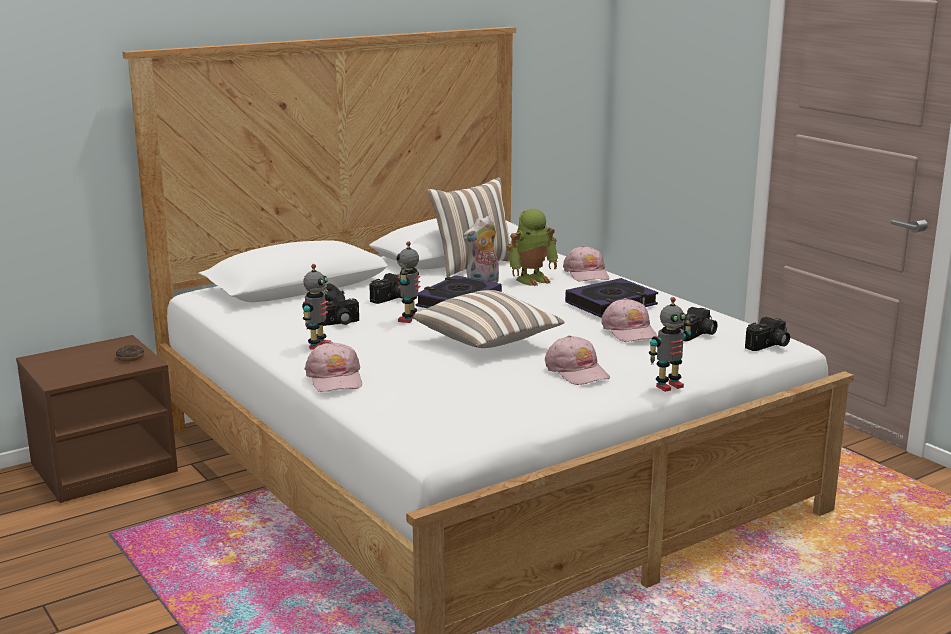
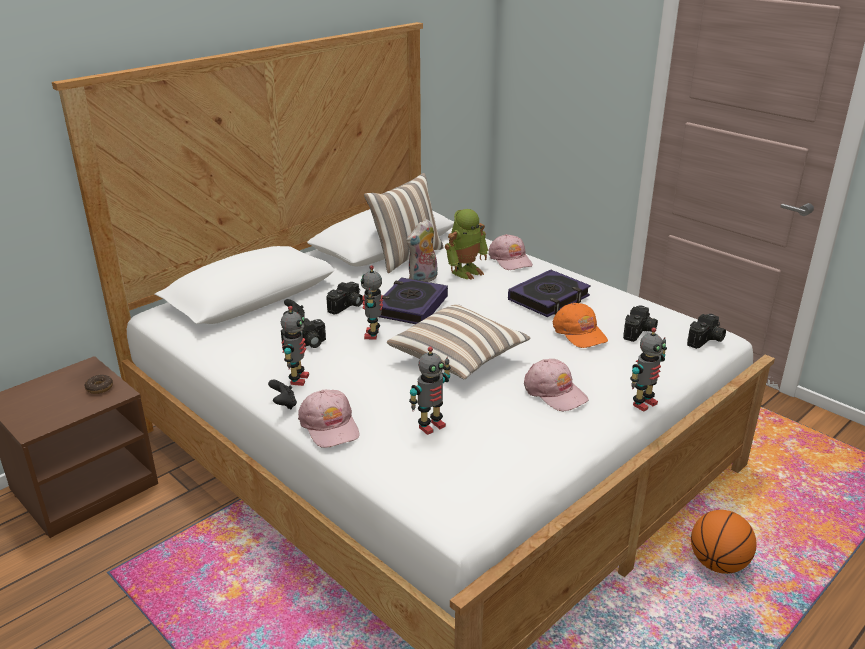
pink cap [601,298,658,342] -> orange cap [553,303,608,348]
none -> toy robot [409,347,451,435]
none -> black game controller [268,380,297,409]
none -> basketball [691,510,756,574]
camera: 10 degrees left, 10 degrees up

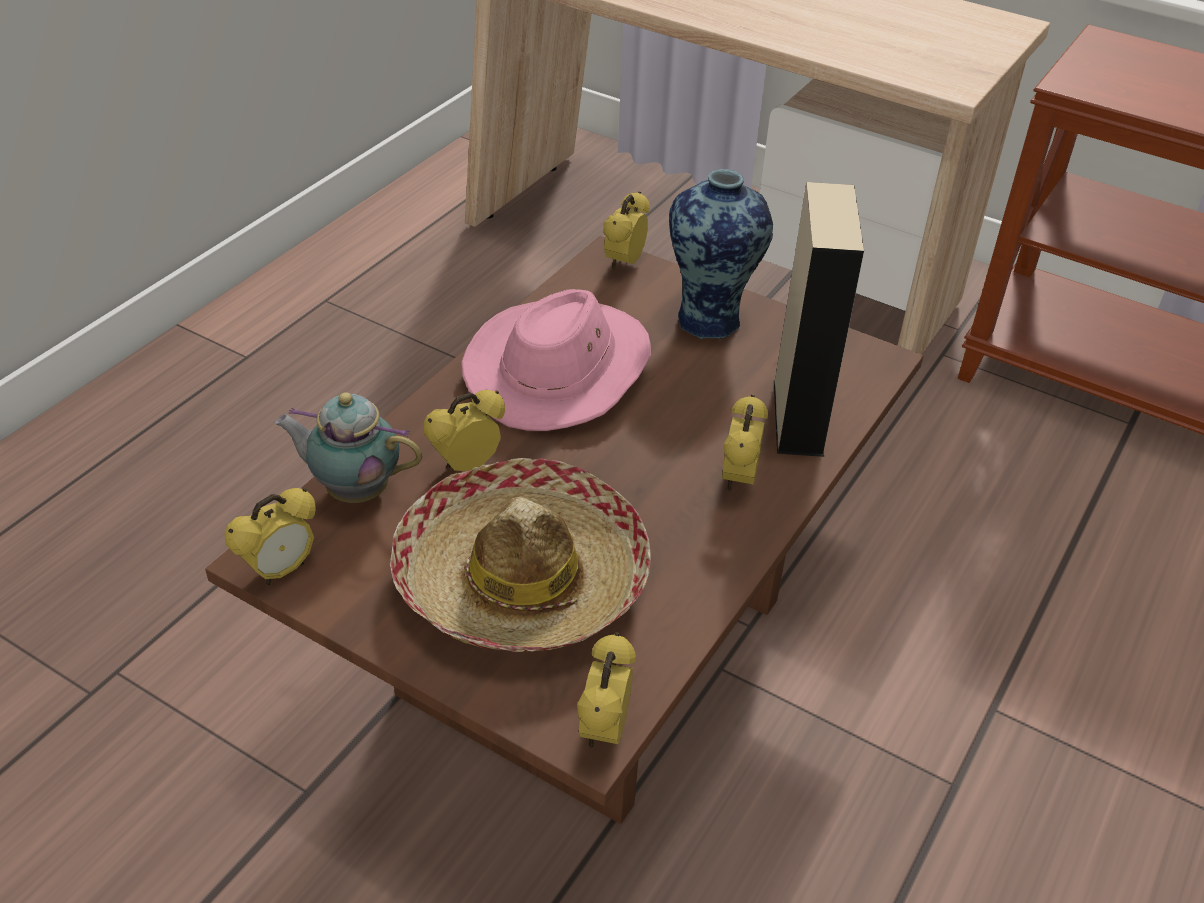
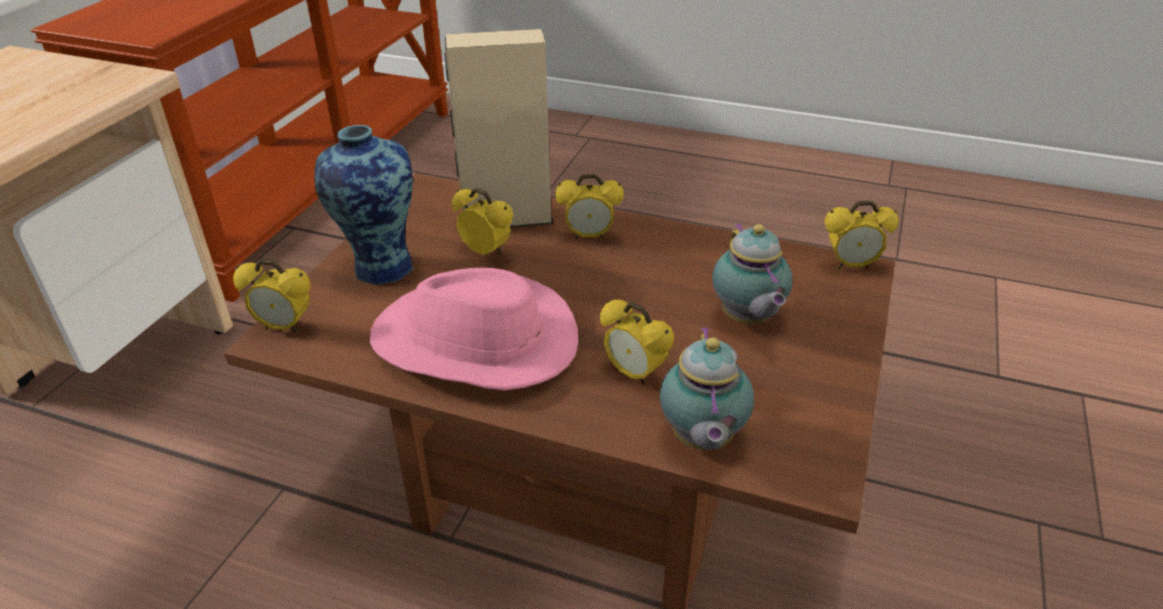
hat [390,458,651,652] -> teapot [712,223,793,324]
alarm clock [224,488,316,586] -> alarm clock [452,187,513,255], moved
camera: 100 degrees left, 5 degrees down

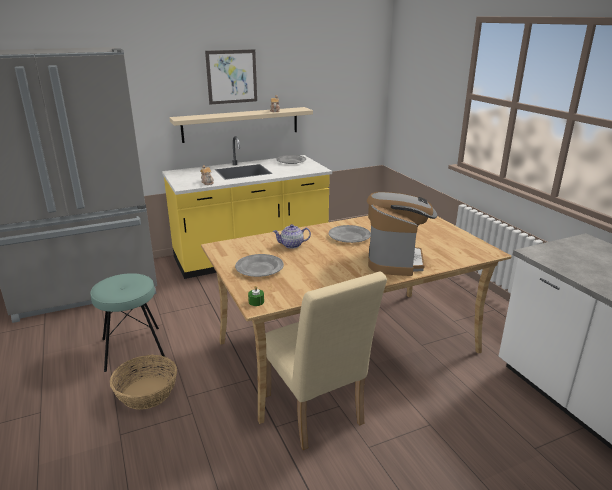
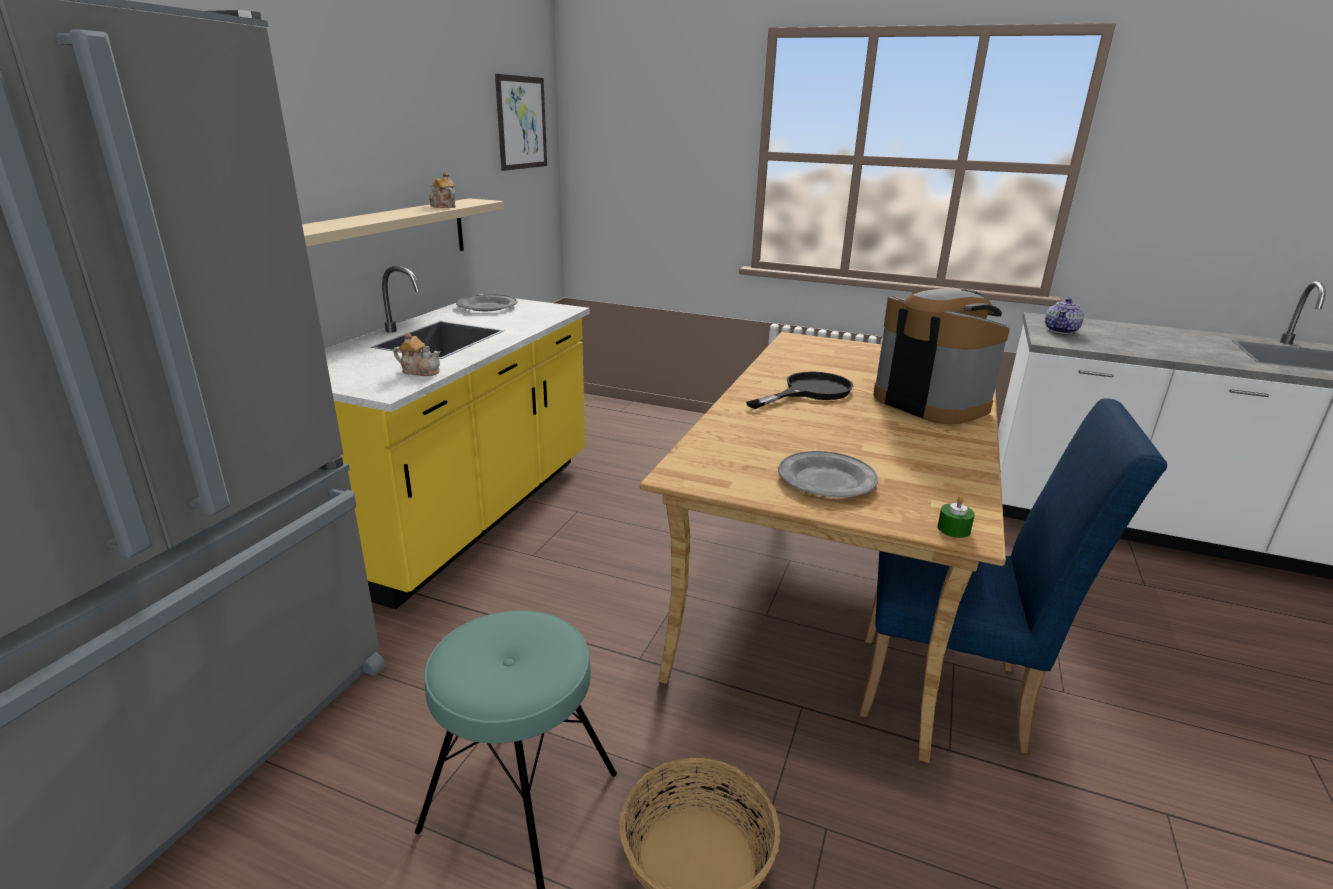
picture [205,49,257,105] -> picture [495,74,547,171], moved
teapot [273,224,311,249] -> teapot [1045,298,1084,334], moved
grey plate [329,225,371,243] -> black frying pan [746,371,853,409]
beige chair [265,272,387,450] -> blue chair [860,398,1167,754]
camera: 45 degrees left, 0 degrees up

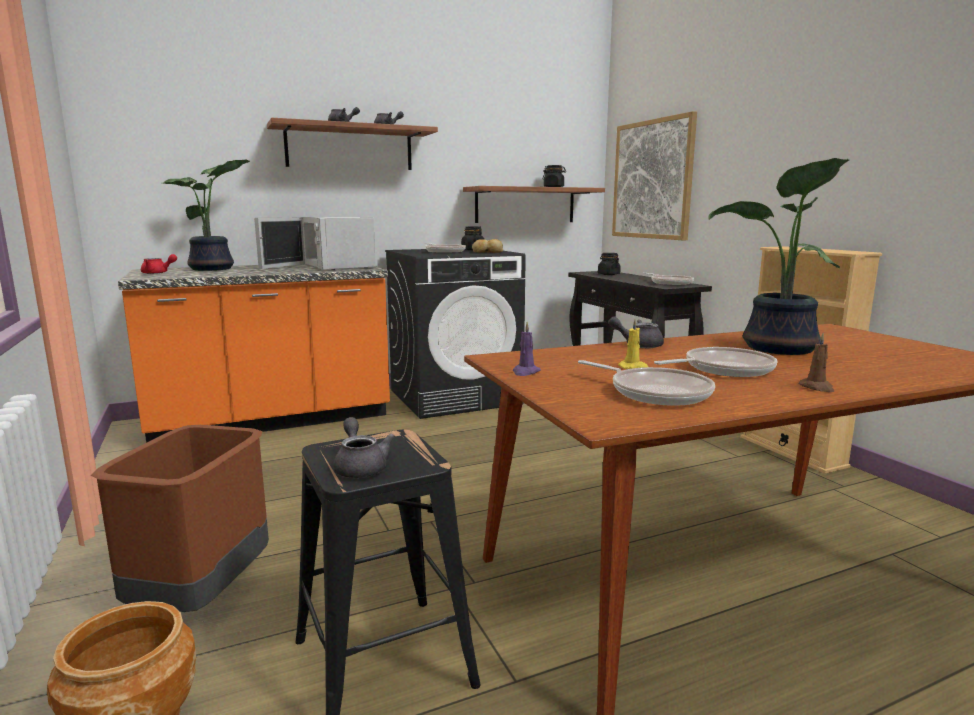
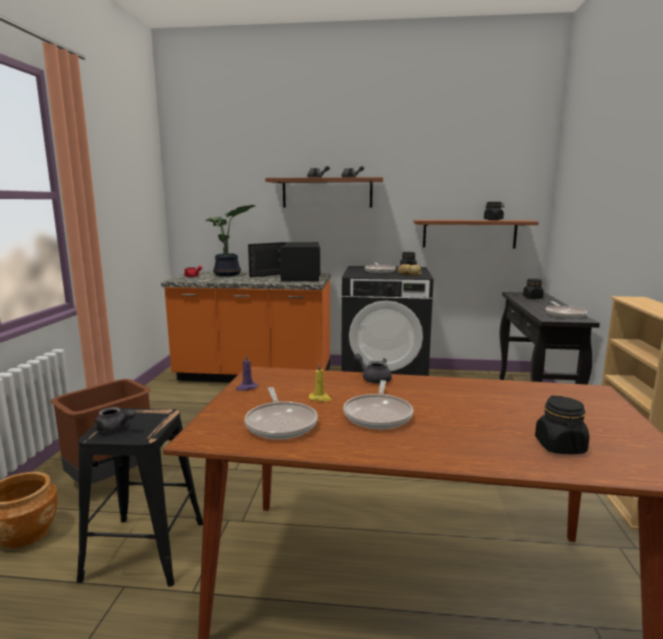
picture [612,111,697,240] -> none
potted plant [709,158,849,355] -> none
white microwave [254,217,376,270] -> black microwave [248,242,320,282]
brown candle [798,333,834,392] -> none
frying pan [654,347,778,377] -> frying pan [343,380,413,429], 90 degrees clockwise
grey teapot [334,417,395,478] -> grey teapot [94,407,135,433], 105 degrees clockwise
none -> black jar [535,396,589,454]
camera: 30 degrees right, 0 degrees up

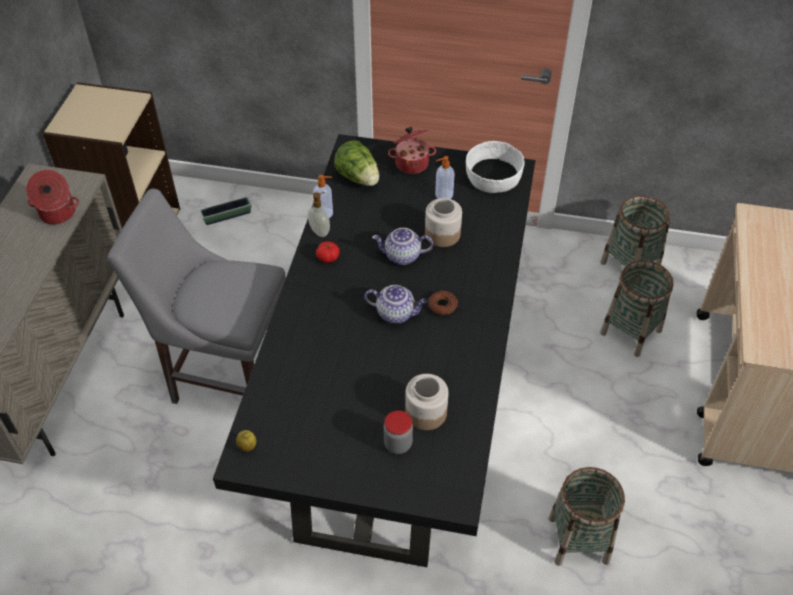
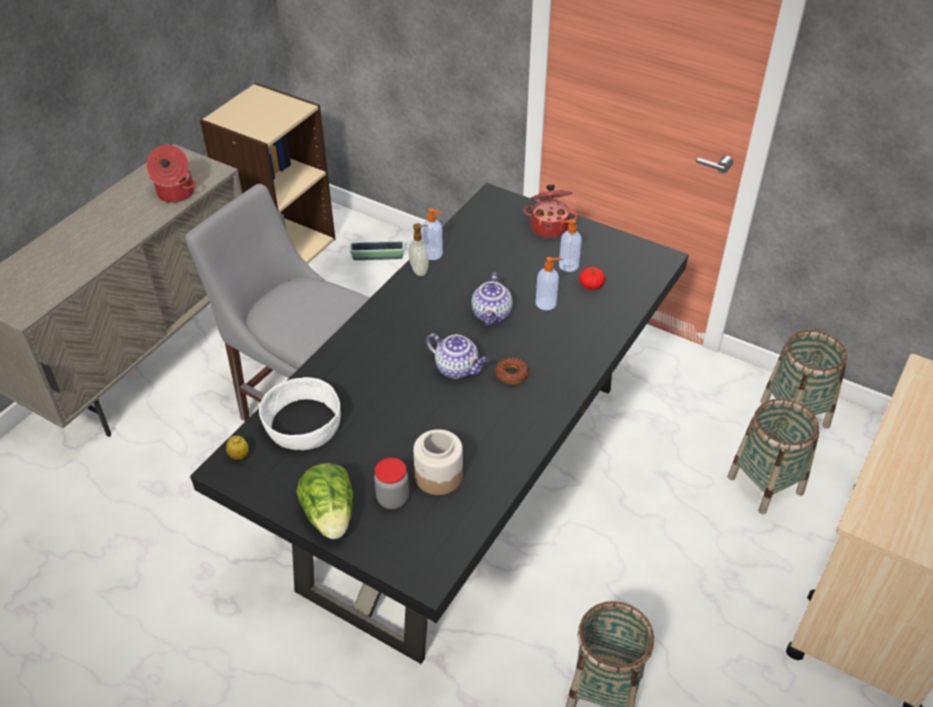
lettuce [334,140,379,186] -> lettuce [296,463,353,539], moved
white bowl [466,141,524,193] -> white bowl [259,377,341,450], moved
jar [425,198,462,247] -> soap dispenser [536,257,562,310]
teapot [372,228,433,265] -> teapot [472,272,513,325], 105 degrees counterclockwise
tomato [316,241,340,263] -> tomato [579,267,605,290], moved
camera: 20 degrees right, 5 degrees down

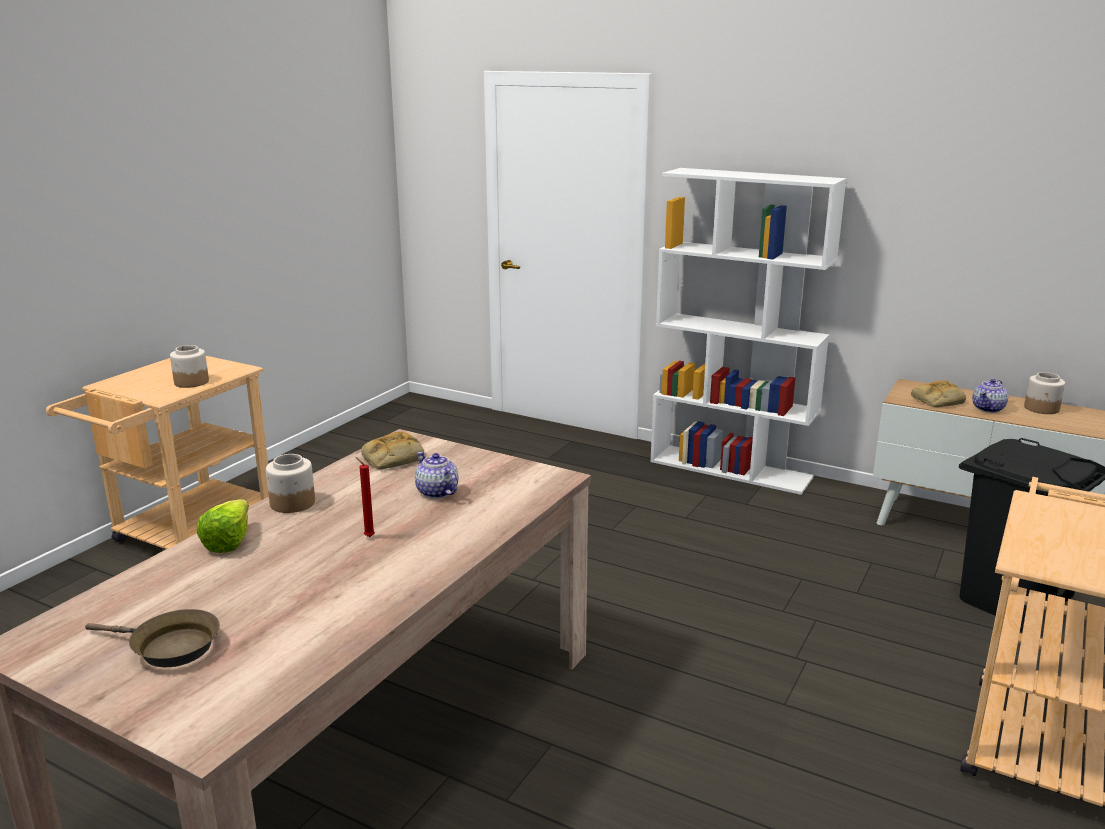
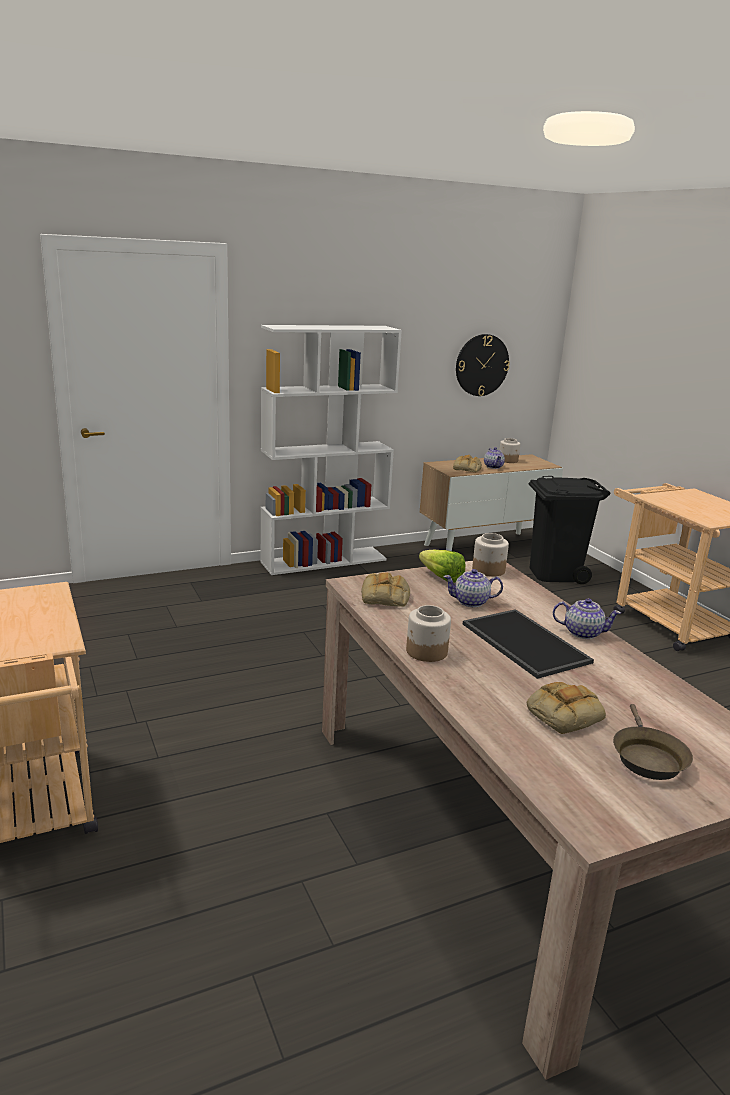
jar [170,345,209,388] -> jar [472,533,509,577], moved
red candle [355,457,375,537] -> tray [463,609,594,679]
lettuce [197,499,249,553] -> lettuce [419,550,466,583], moved
brown frying pan [85,609,220,667] -> brown frying pan [613,704,693,780], 135 degrees clockwise
none -> wall clock [456,334,510,396]
none -> teapot [553,598,621,639]
none -> bread [527,682,606,734]
camera: 55 degrees left, 0 degrees up

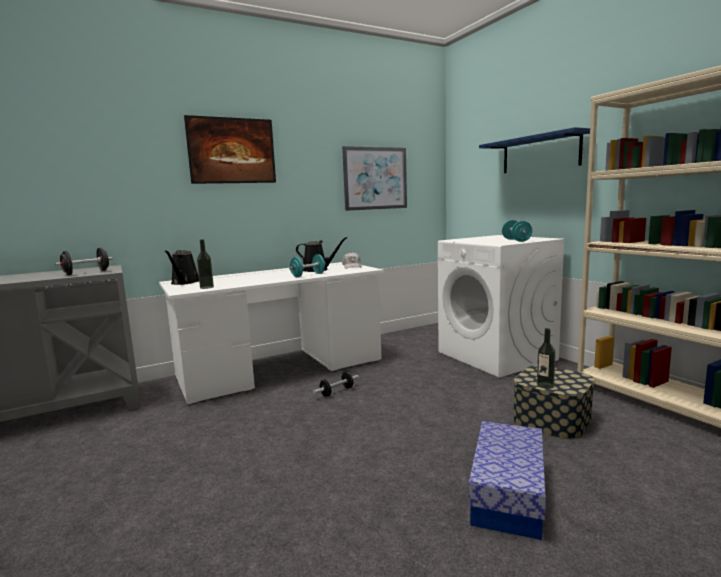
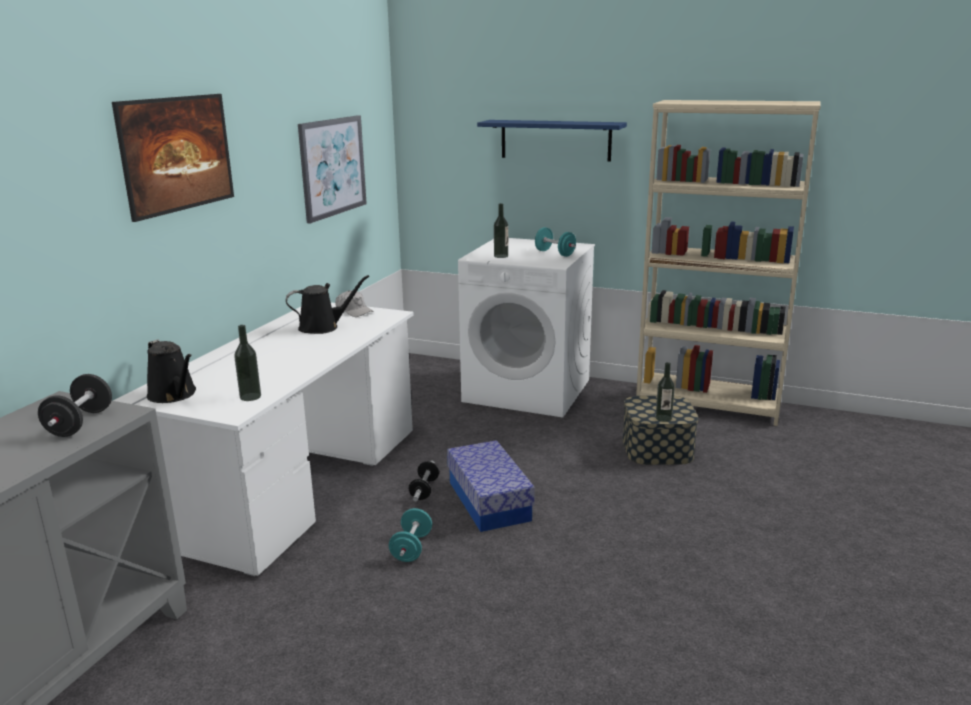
turquoise dumbbell [289,254,326,277] -> turquoise dumbbell [389,508,432,562], moved
storage box [468,421,546,540] -> storage box [447,440,535,532], moved
none -> bottle [494,203,508,258]
camera: 40 degrees left, 10 degrees up

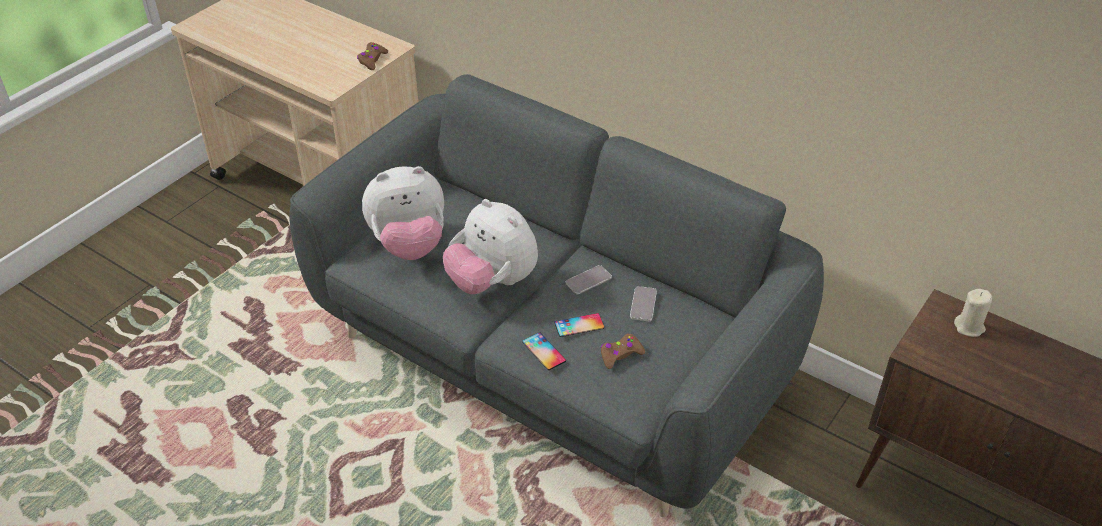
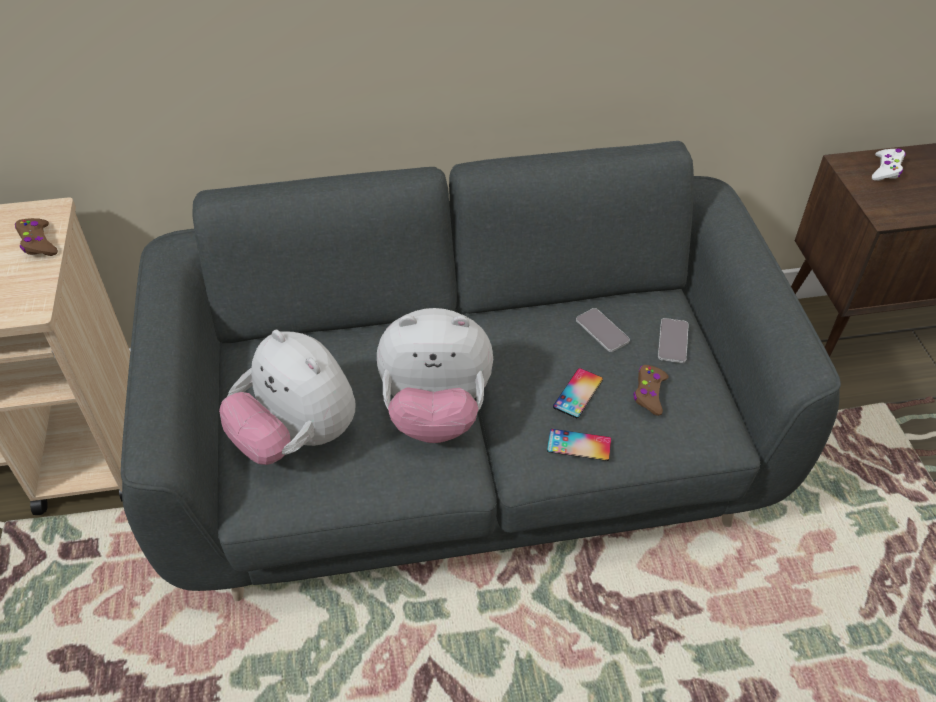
plush toy [362,166,444,260] -> plush toy [219,330,355,465], 105 degrees clockwise
phone [566,265,612,294] -> phone [658,318,689,363], moved
beige candle [954,289,992,337] -> white game controller [872,149,906,181]
camera: 45 degrees left, 5 degrees up

